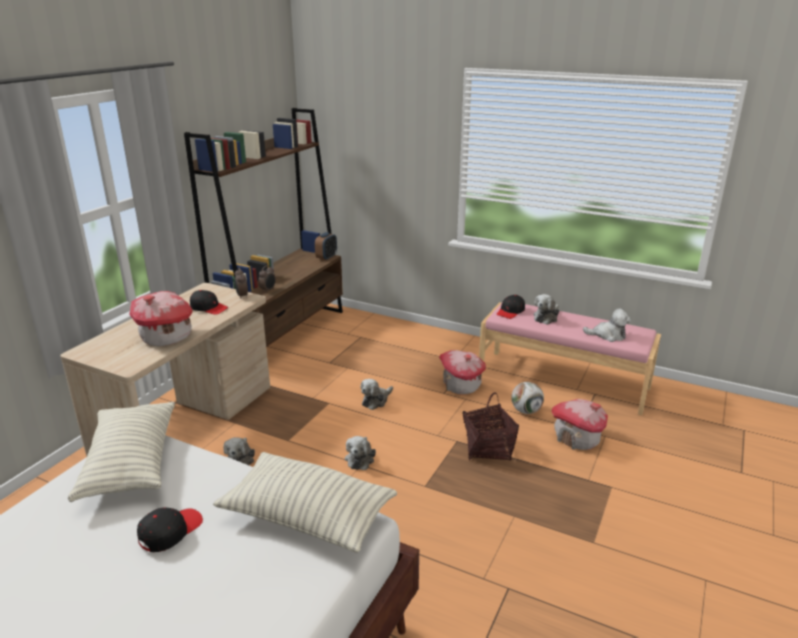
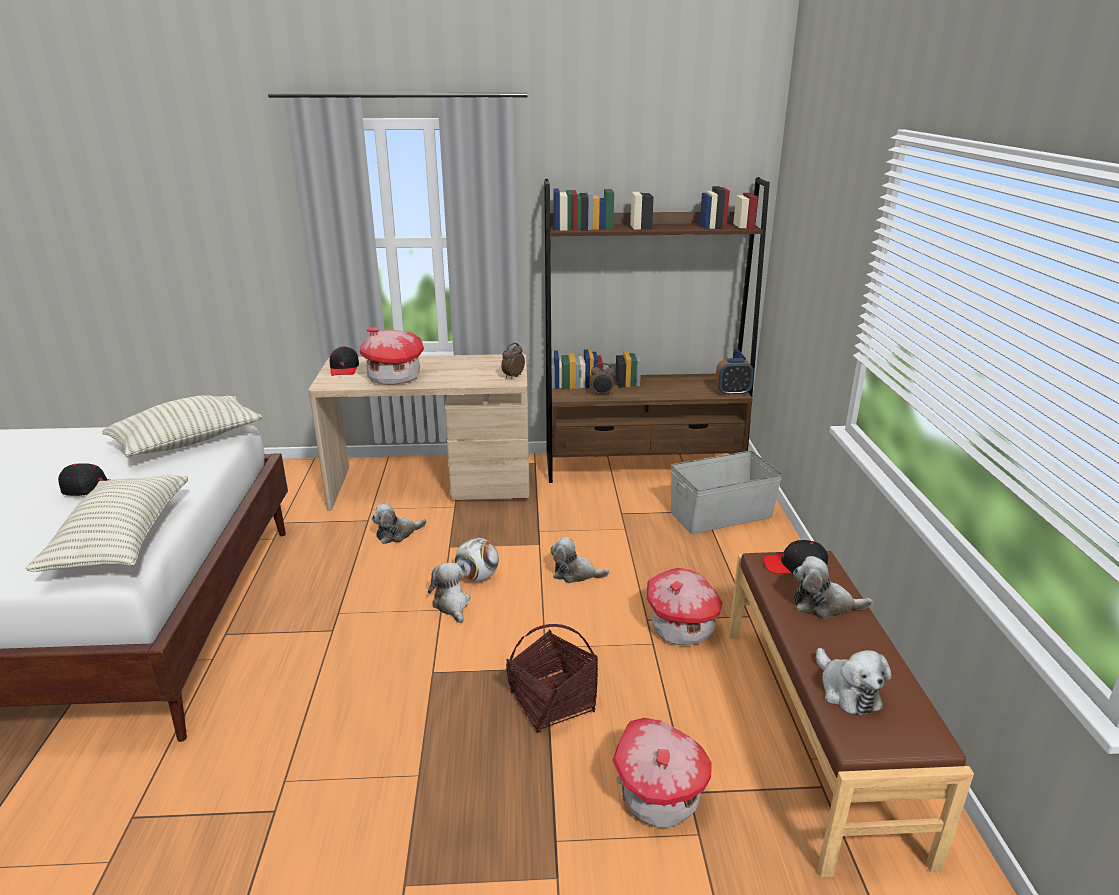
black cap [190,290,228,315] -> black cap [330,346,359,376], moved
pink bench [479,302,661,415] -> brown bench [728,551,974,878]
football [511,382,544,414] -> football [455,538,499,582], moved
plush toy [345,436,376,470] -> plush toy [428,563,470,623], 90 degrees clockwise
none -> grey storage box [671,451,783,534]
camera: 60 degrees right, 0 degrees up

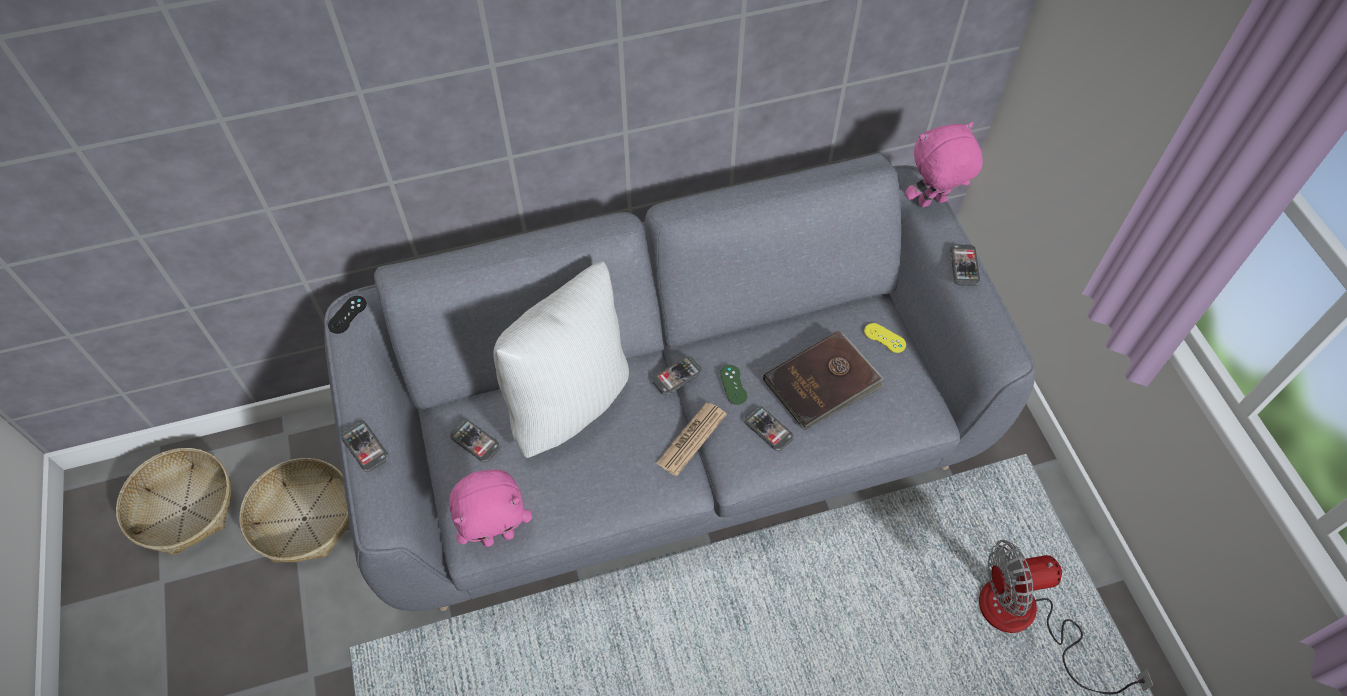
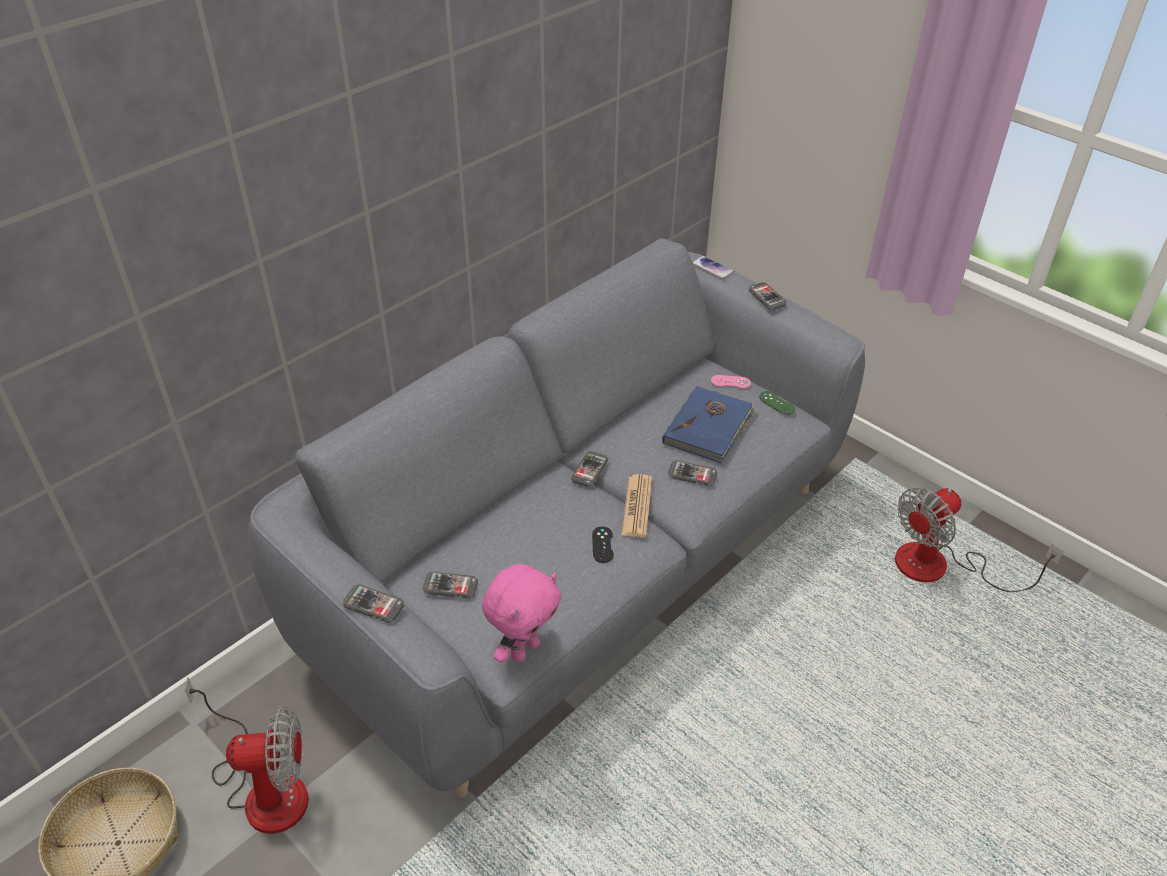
pink plush toy [905,122,983,207] -> phone [693,256,734,279]
white pillow [493,261,629,458] -> none
black game controller [328,296,367,334] -> black game controller [592,527,614,563], moved
yellow game controller [864,323,906,353] -> pink game controller [711,375,751,389]
brown book [763,331,884,430] -> blue book [662,386,757,463]
green game controller [720,365,747,405] -> green game controller [759,391,795,415], moved
basket [240,458,350,563] -> fan [185,677,309,834]
camera: 30 degrees left, 15 degrees down

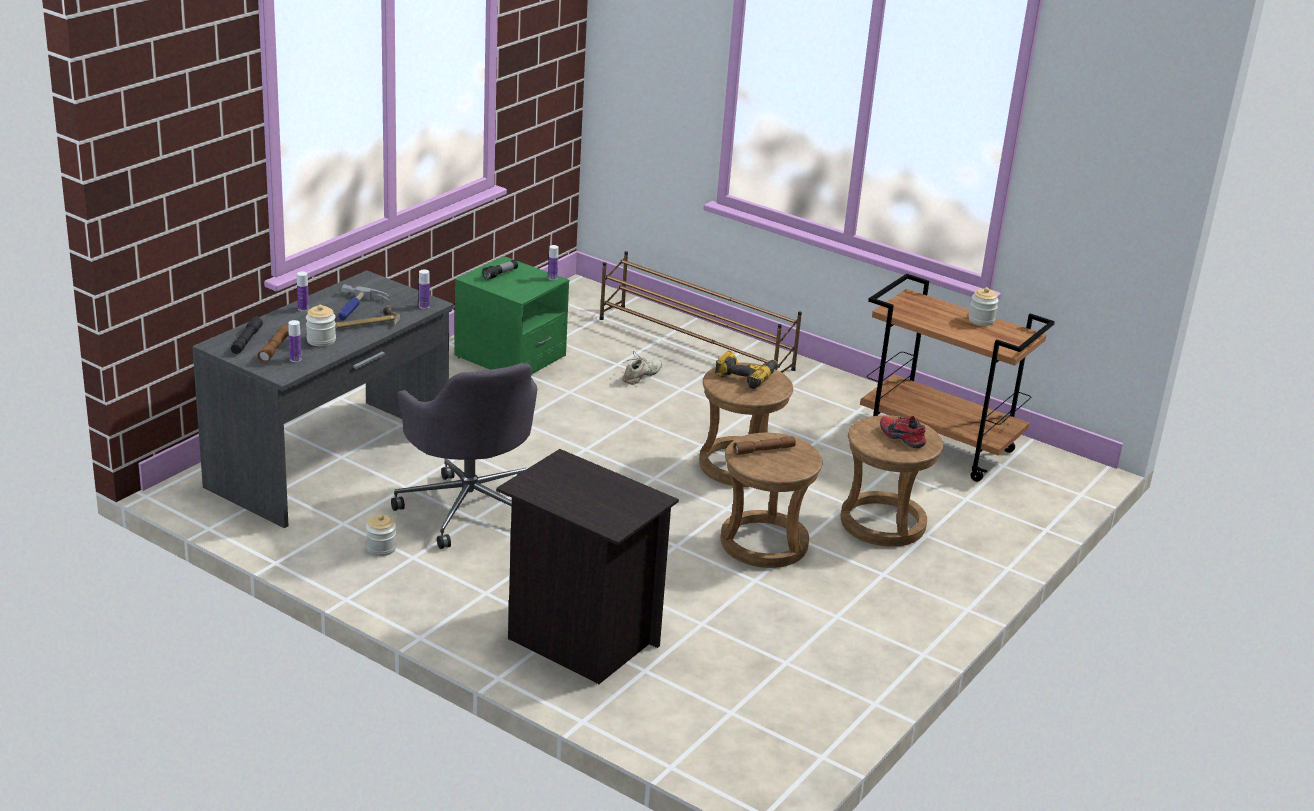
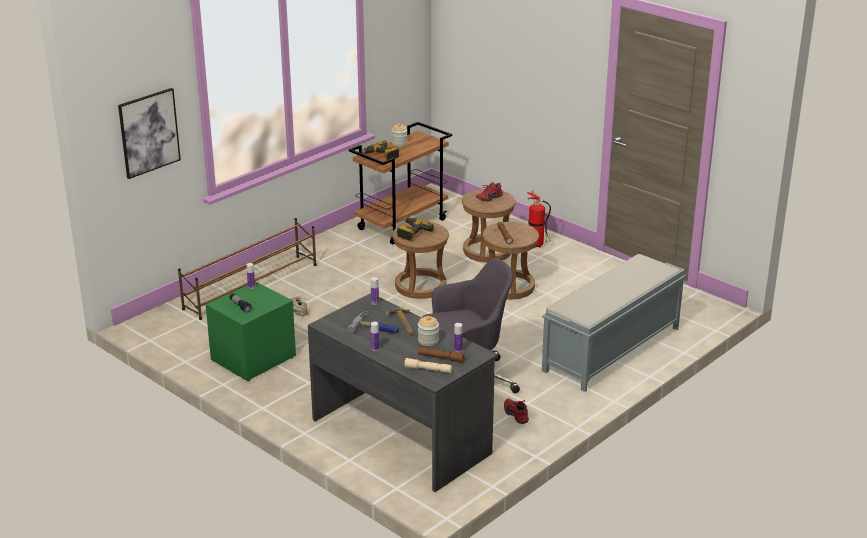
black flashlight [231,316,263,354] -> beige flashlight [404,358,452,373]
black nightstand [496,449,679,684] -> grey bench [542,254,686,392]
jar [366,514,396,556] -> red shoe [504,399,529,424]
none -> picture [118,88,181,179]
none -> power drill [361,140,399,160]
none -> fire extinguisher [527,190,551,248]
camera: 80 degrees left, 0 degrees up

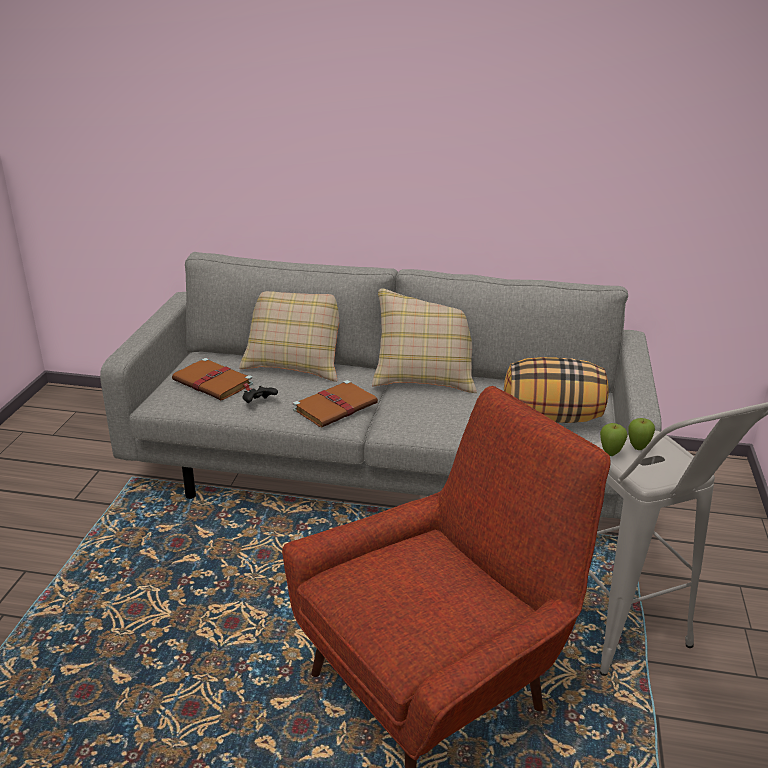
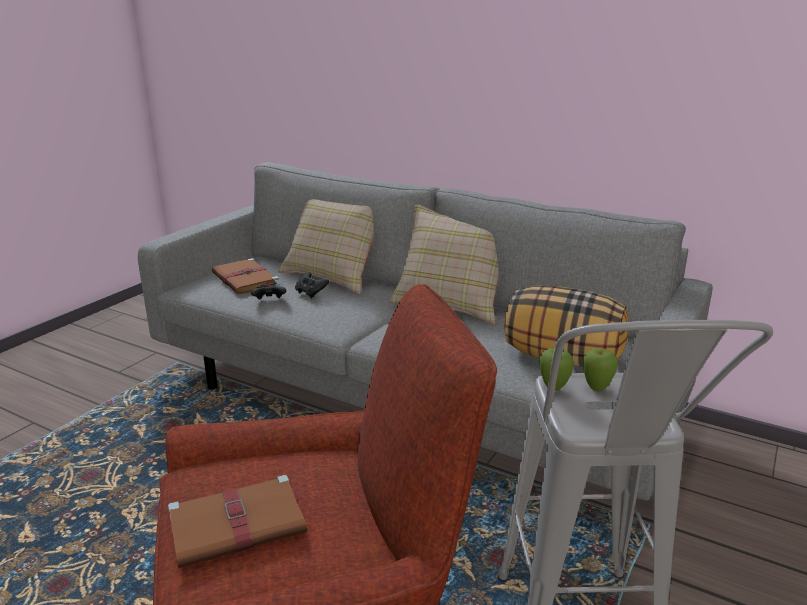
brown book [293,380,378,427] -> brown book [168,475,307,568], moved
none -> black game controller [295,272,329,298]
camera: 20 degrees right, 5 degrees down

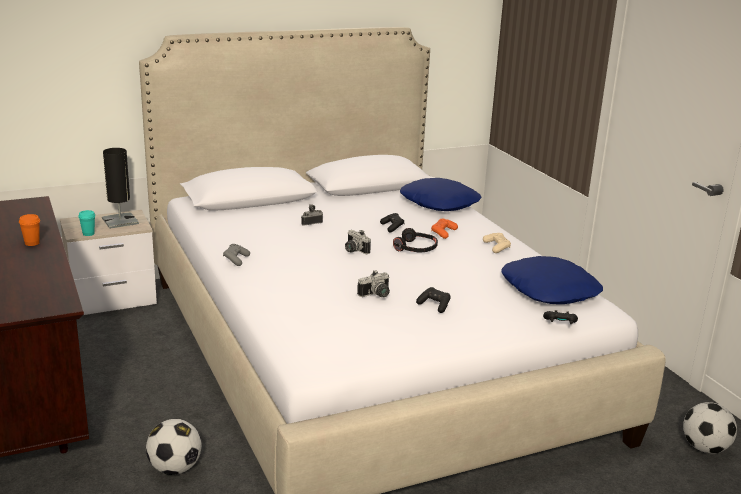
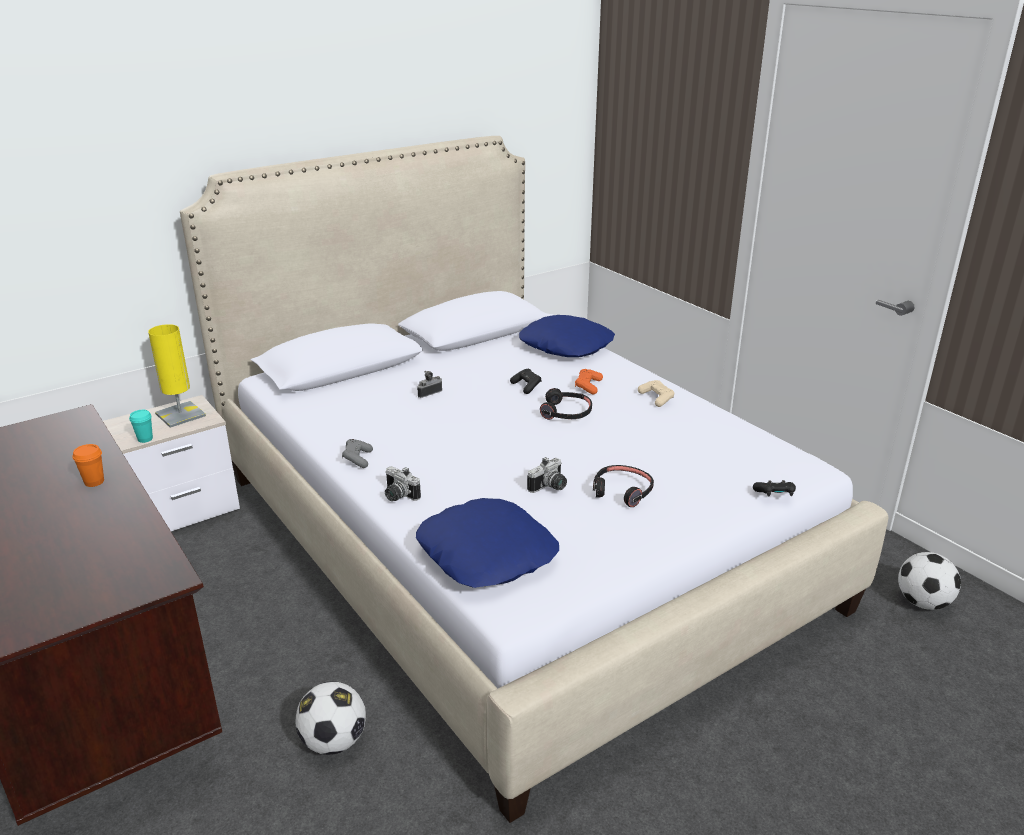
black table lamp [102,148,139,229] -> yellow table lamp [148,324,206,428]
photo camera [345,230,371,254] -> photo camera [385,466,421,501], moved
blue pillow [501,256,603,304] -> blue pillow [416,498,559,588], moved
black game controller [416,287,451,313] -> black headphones [593,465,654,507]
camera: 10 degrees left, 5 degrees up

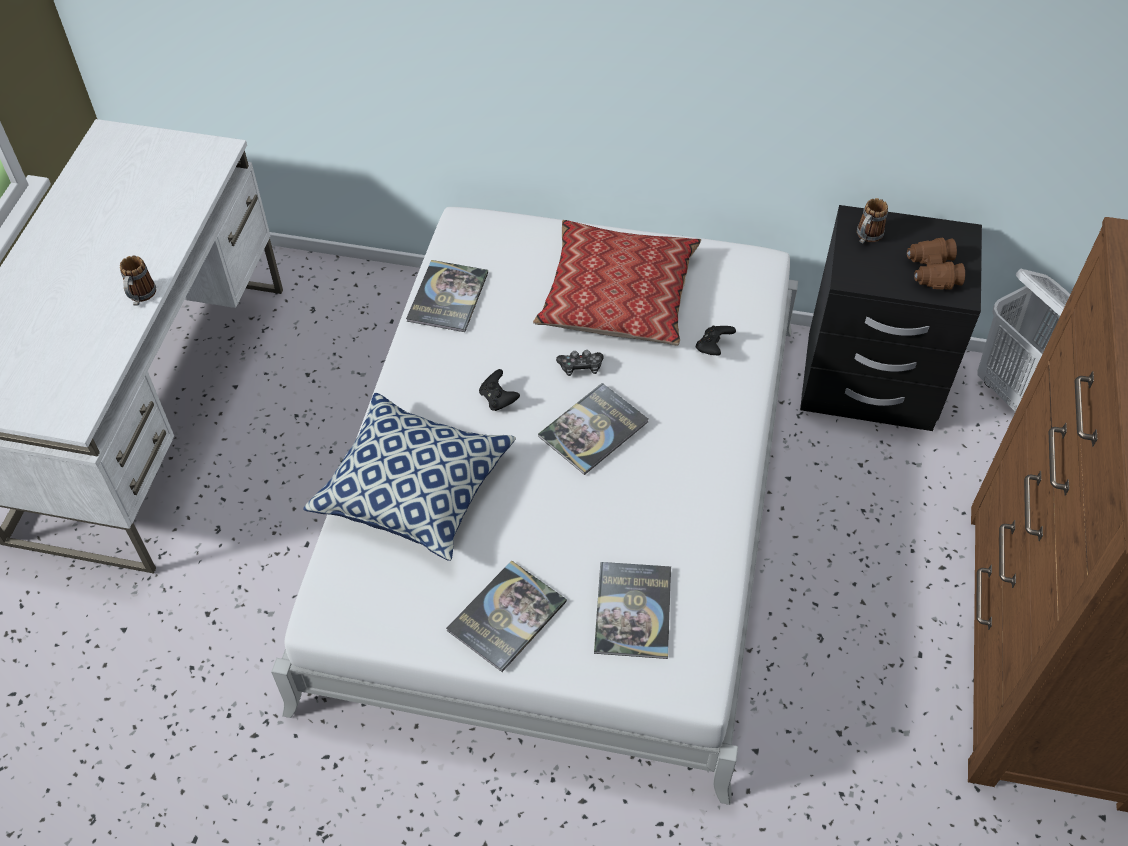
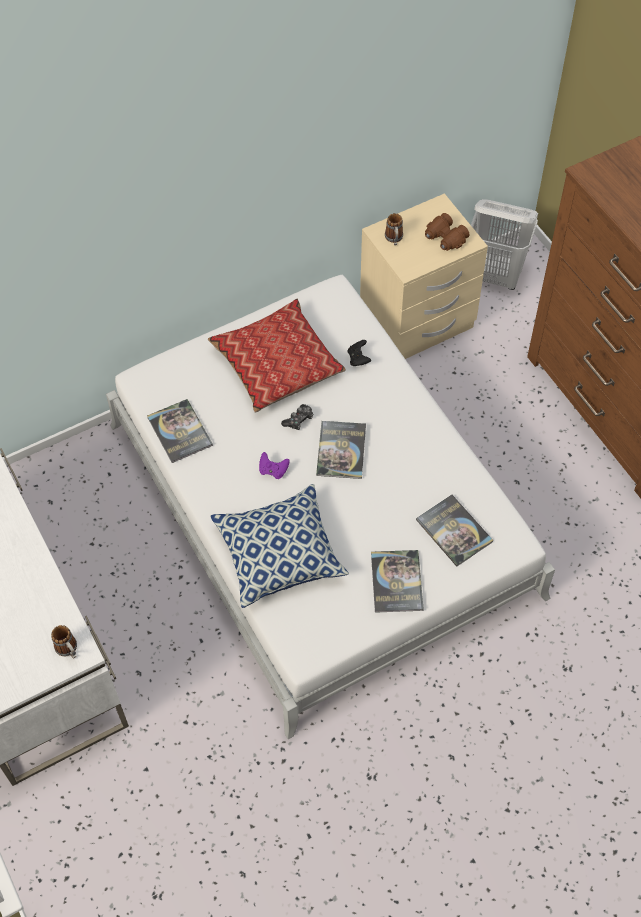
black nightstand [800,205,982,431] -> beige nightstand [360,193,488,359]
mug [120,255,156,306] -> mug [51,625,77,659], moved
black game controller [479,369,520,411] -> purple game controller [259,452,290,479]
camera: 40 degrees left, 5 degrees up

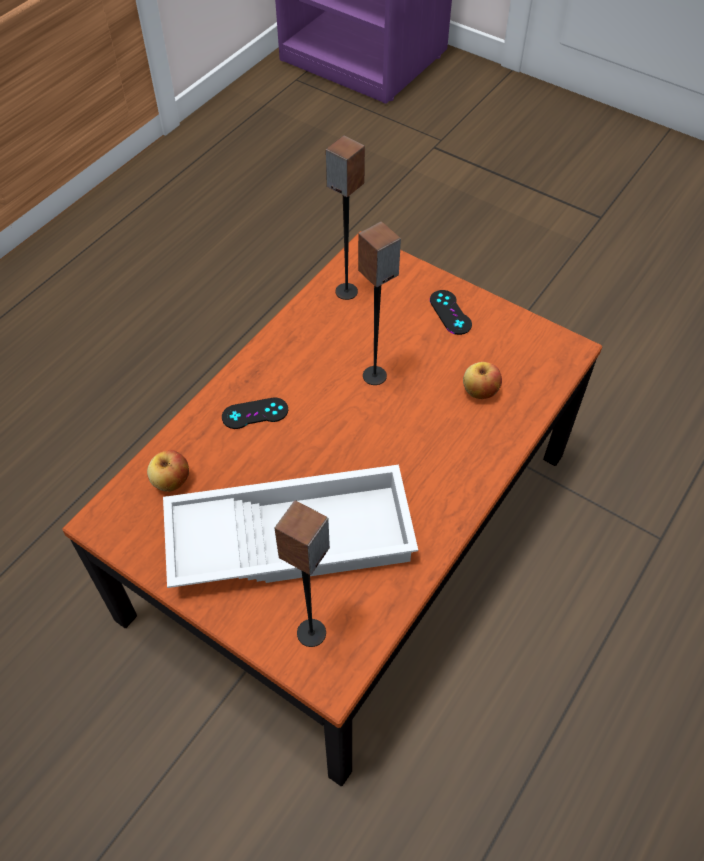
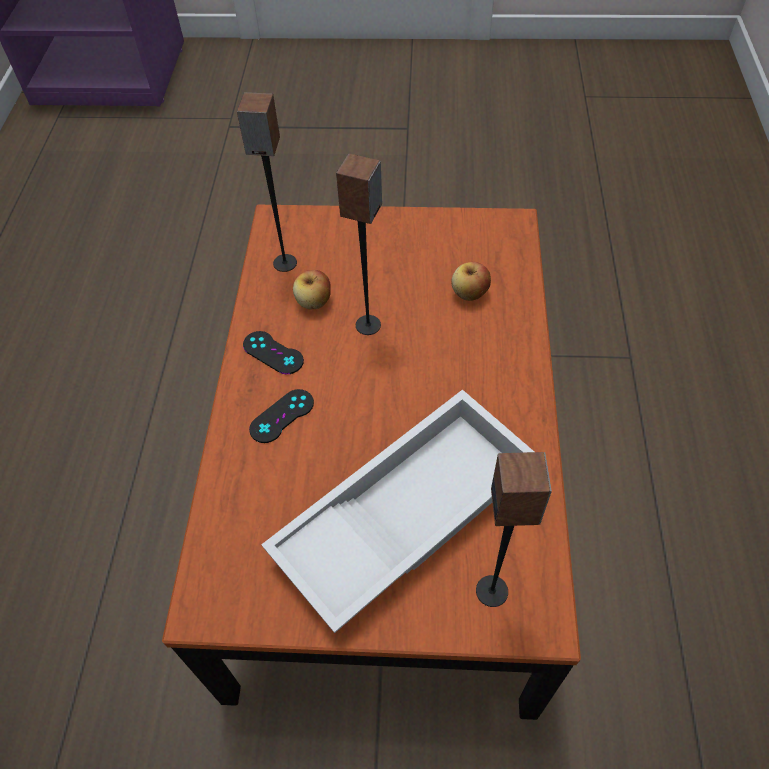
black game controller [430,290,472,335] -> black game controller [243,331,304,374], moved
apple [147,450,189,492] -> apple [293,270,331,309], moved
camera: 30 degrees left, 0 degrees up

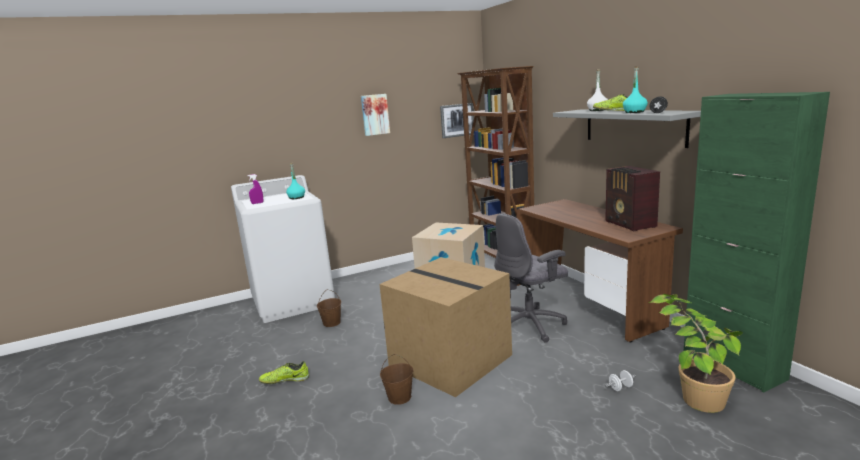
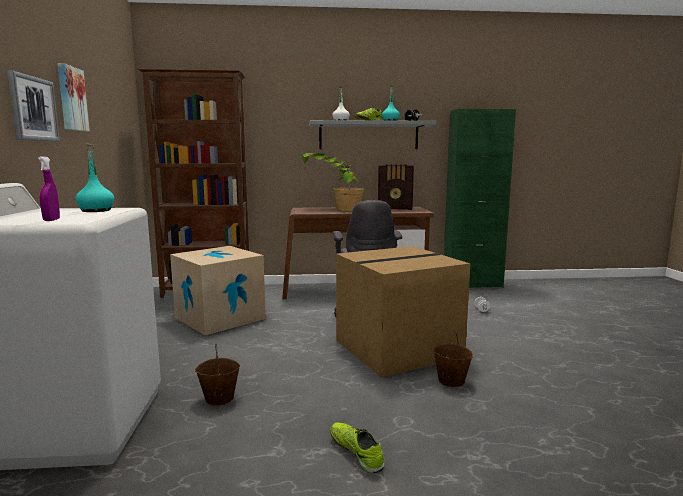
picture [440,103,474,138] -> picture [7,70,60,142], moved
potted plant [649,294,743,413] -> potted plant [302,153,365,212], moved
shoe [259,361,309,384] -> shoe [330,422,384,473], 135 degrees clockwise
camera: 70 degrees left, 5 degrees down

